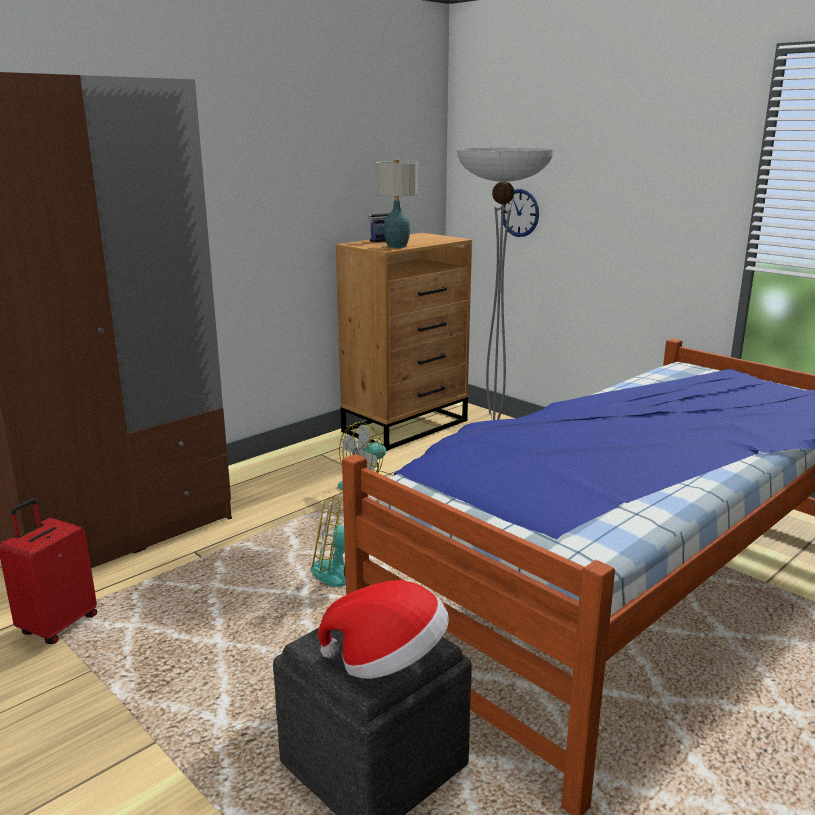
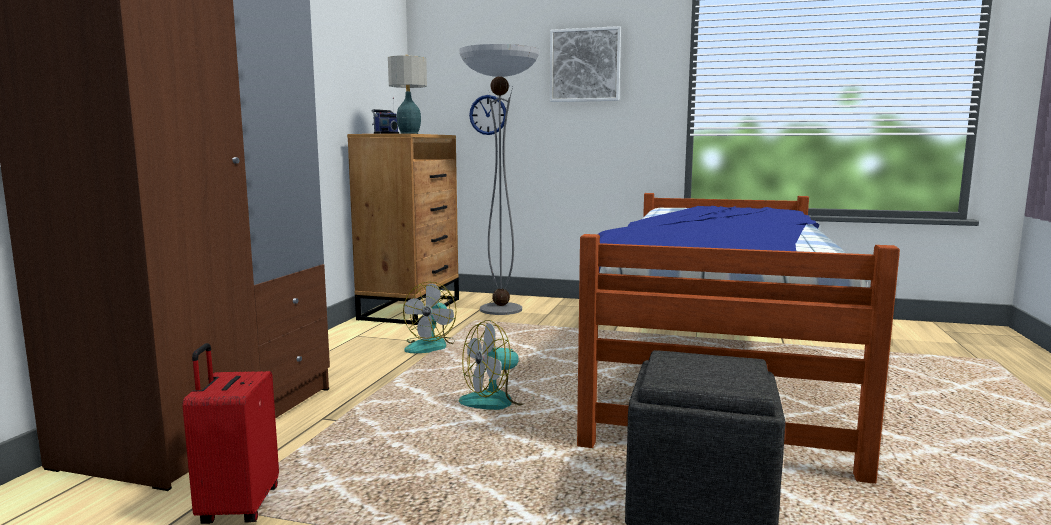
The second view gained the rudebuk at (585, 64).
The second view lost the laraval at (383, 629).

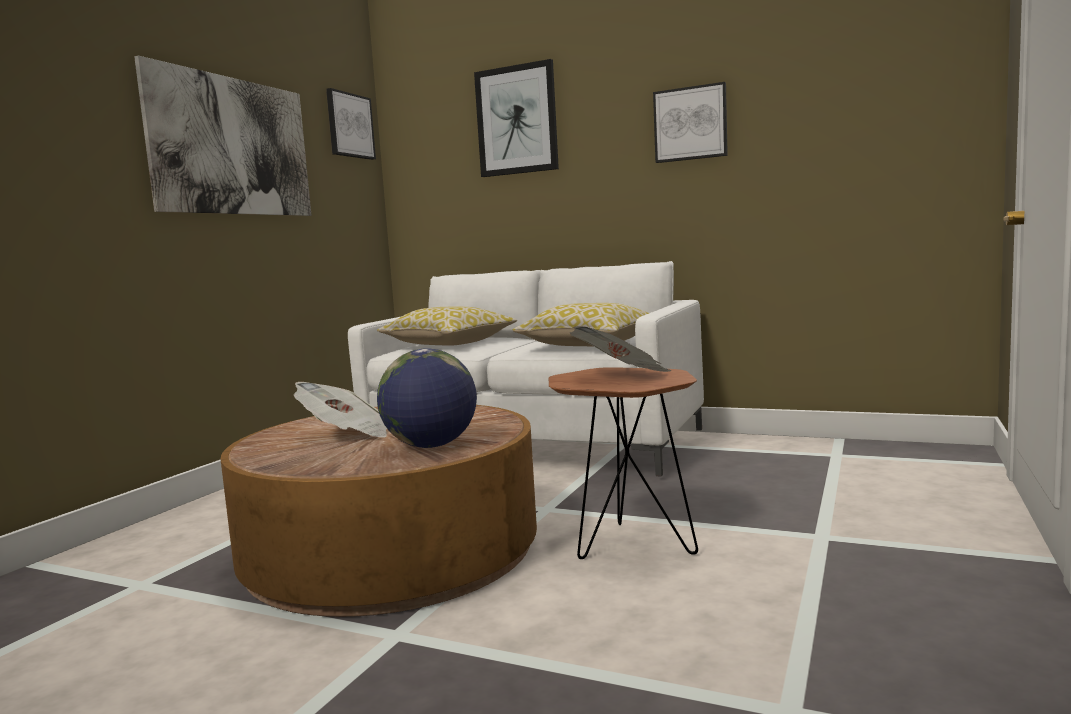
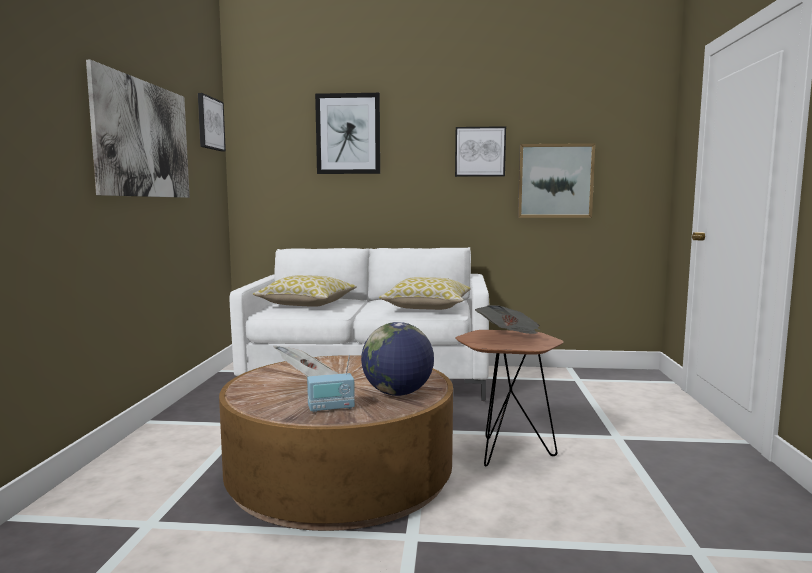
The second view gained the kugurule at (331, 383).
The second view gained the rudebuk at (556, 180).

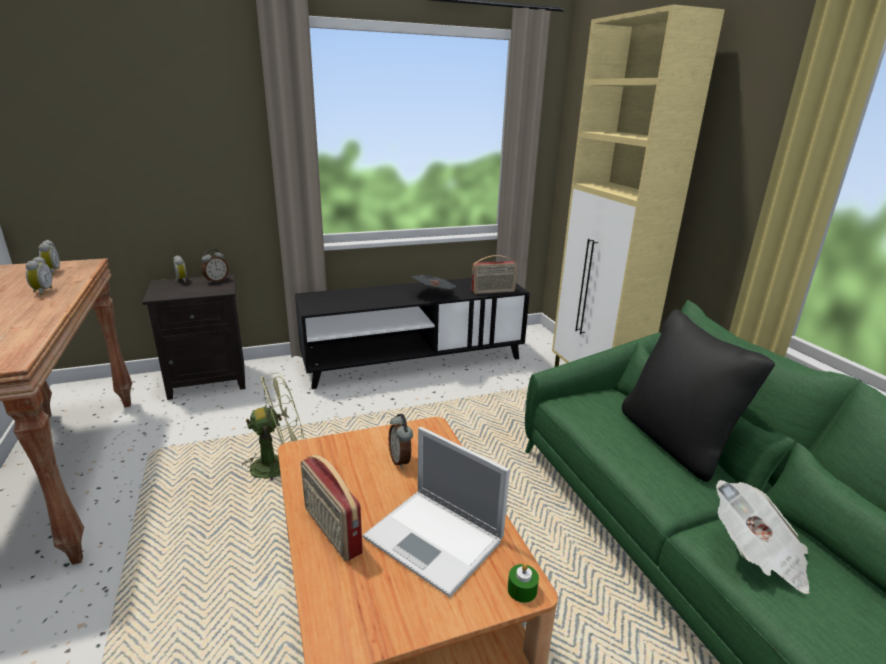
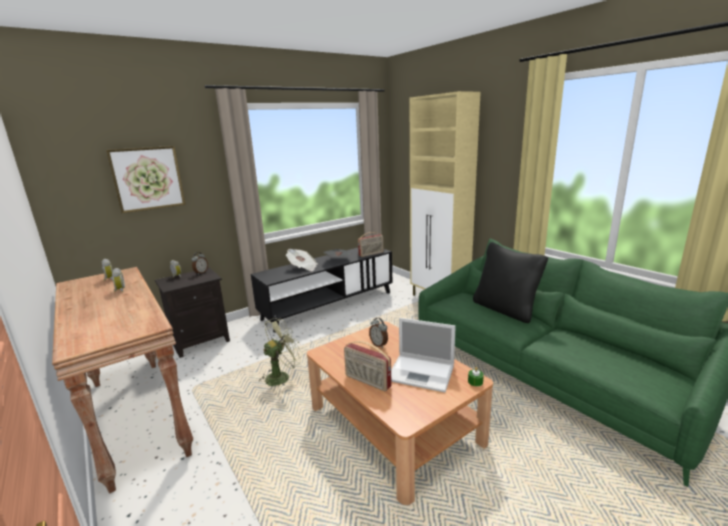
The second view gained the rudebuk at (146, 179).
The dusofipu ended up elsewhere, having gone from (763, 537) to (302, 260).

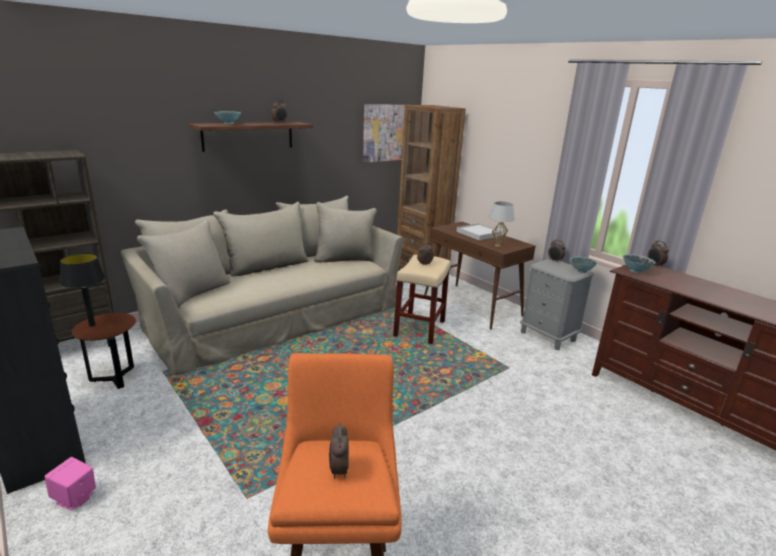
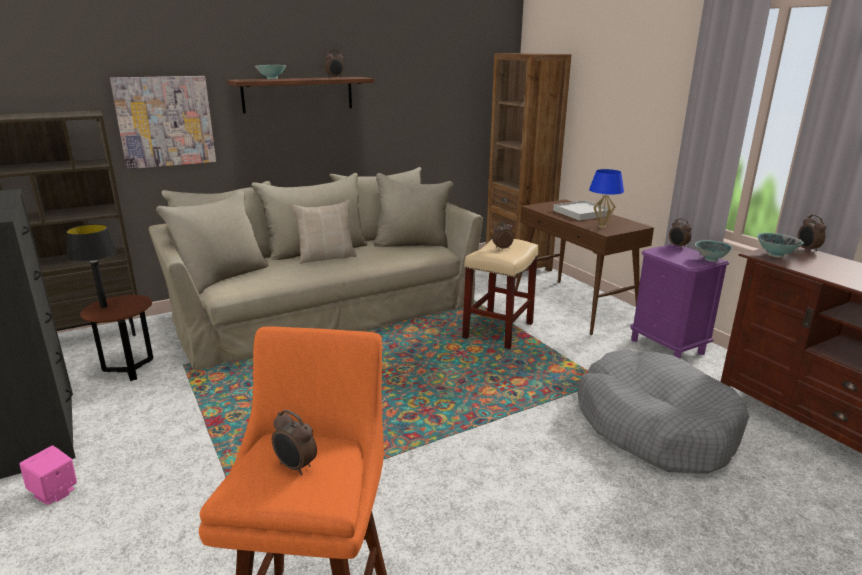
The rudebuk ended up elsewhere, having gone from (384, 133) to (163, 122).
The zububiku at (339, 451) ended up facing another way, 60 degrees counterclockwise from before.
The second view gained the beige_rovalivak at (324, 232).
The second view gained the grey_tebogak at (663, 411).
What was the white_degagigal at (502, 224) turned into the blue_degagigal at (606, 198).
What was the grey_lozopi at (557, 304) turned into the purple_lozopi at (679, 301).

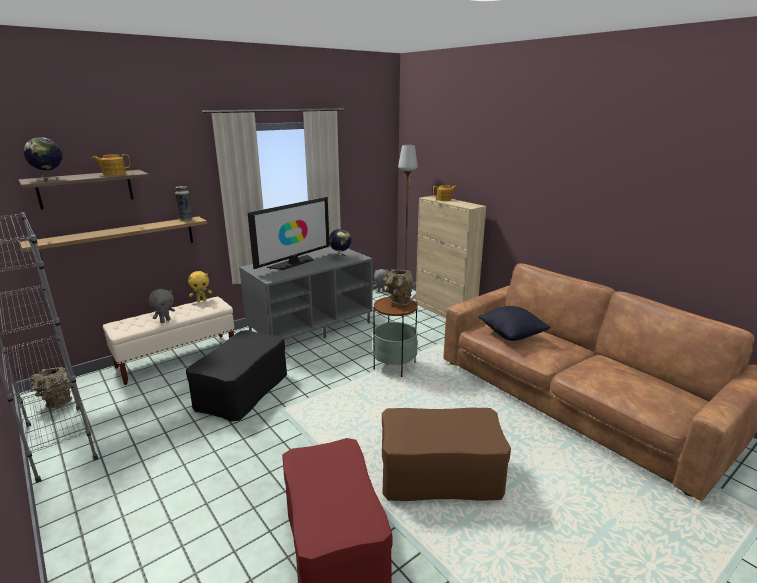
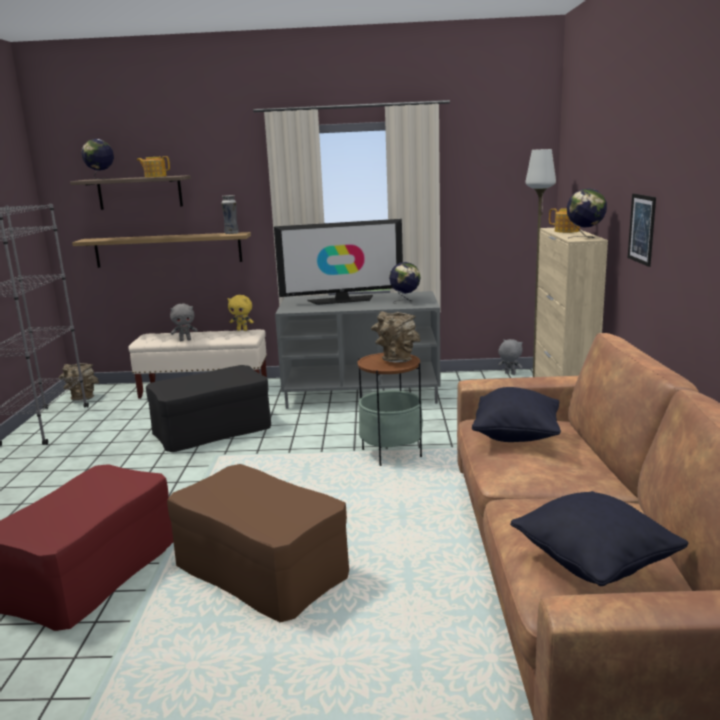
The second view gained the black_rovalivak at (599, 538).
The second view gained the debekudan at (587, 213).
The second view gained the rudebuk at (642, 230).

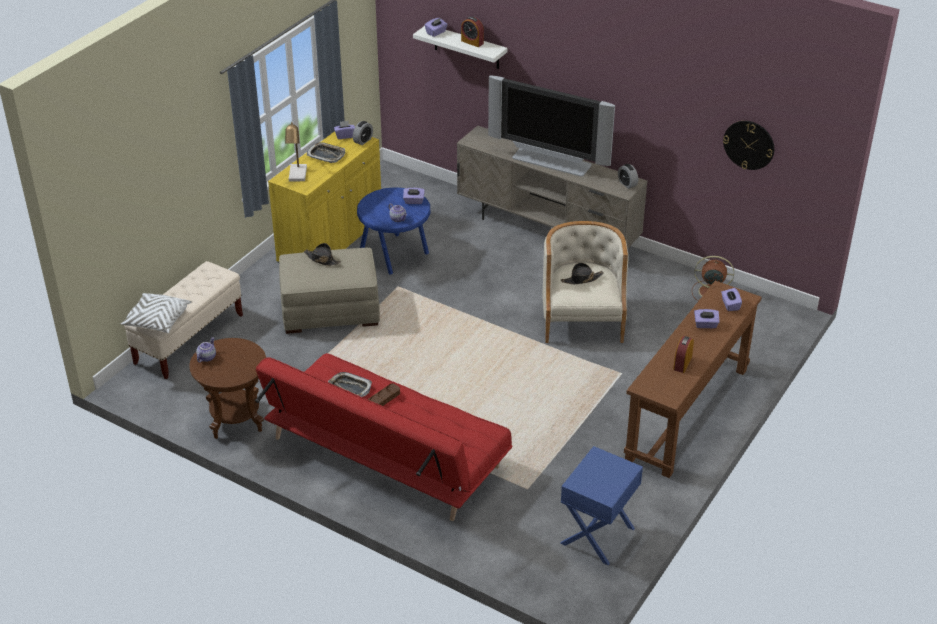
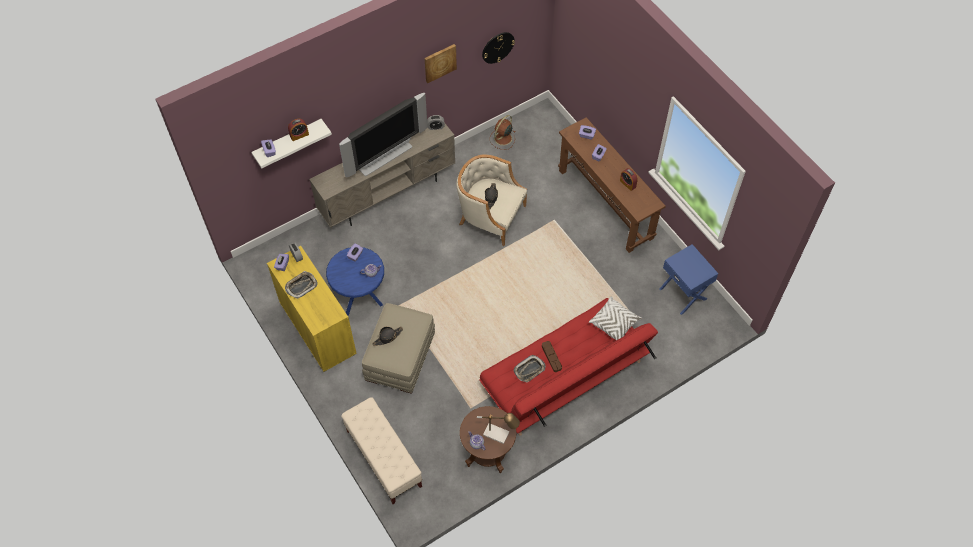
The second view gained the rudebuk at (440, 63).
The degagigal ended up elsewhere, having gone from (296, 151) to (498, 428).
The white_rovalivak ended up elsewhere, having gone from (156, 313) to (615, 318).

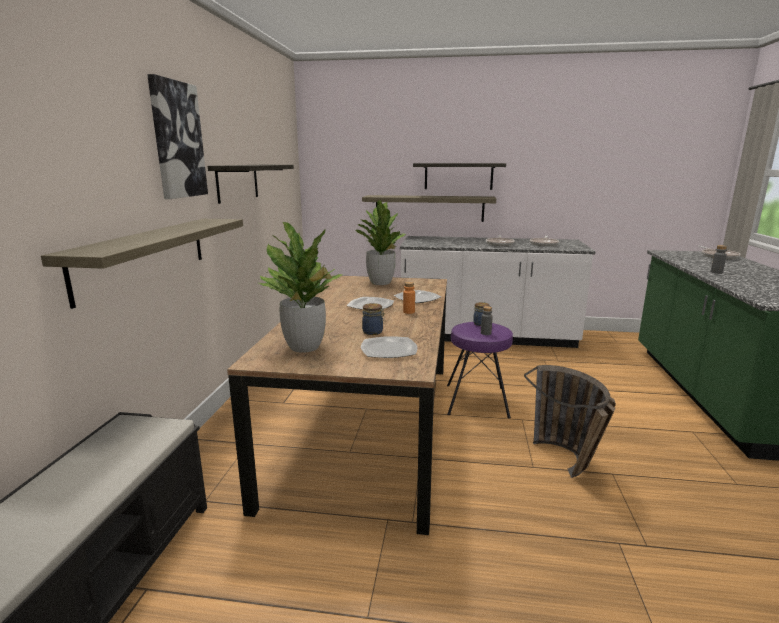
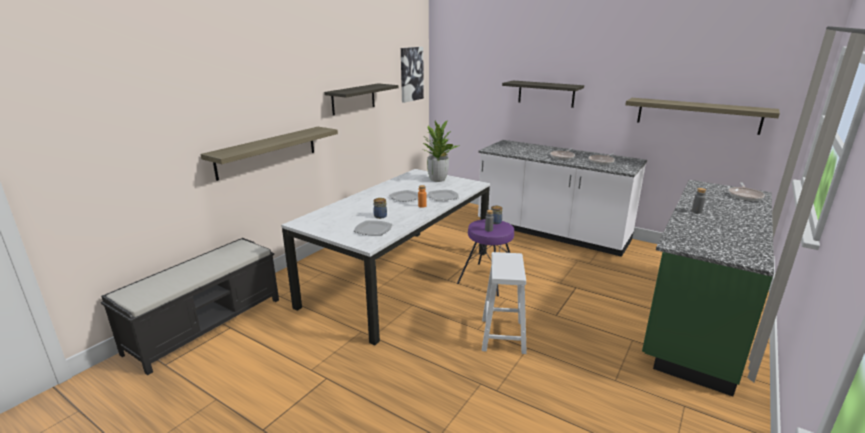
What was the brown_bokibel at (337, 405) turned into the white_bokibel at (385, 257).
The rudebuk ended up elsewhere, having gone from (177, 136) to (412, 75).
Where the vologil stood at (570, 421), the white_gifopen came to stand at (504, 303).
The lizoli ended up elsewhere, having gone from (429, 208) to (702, 116).
The second view lost the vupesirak at (301, 287).

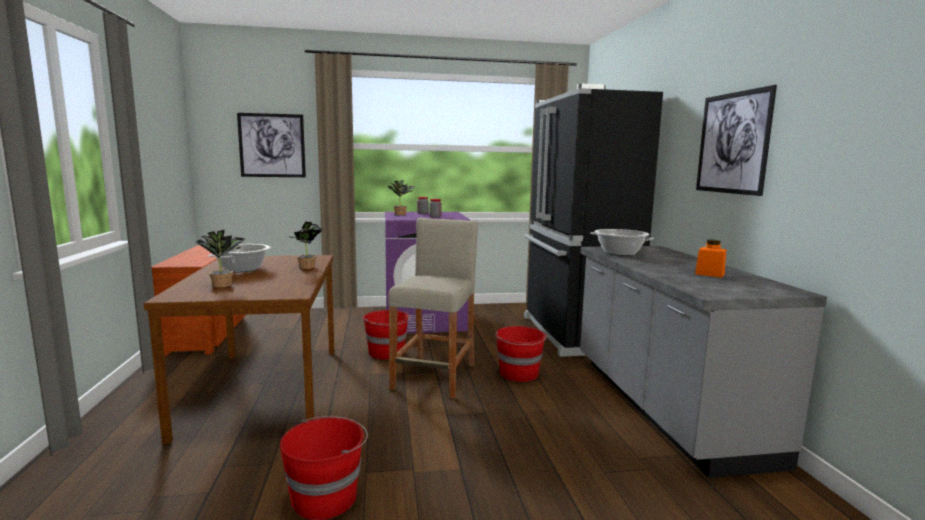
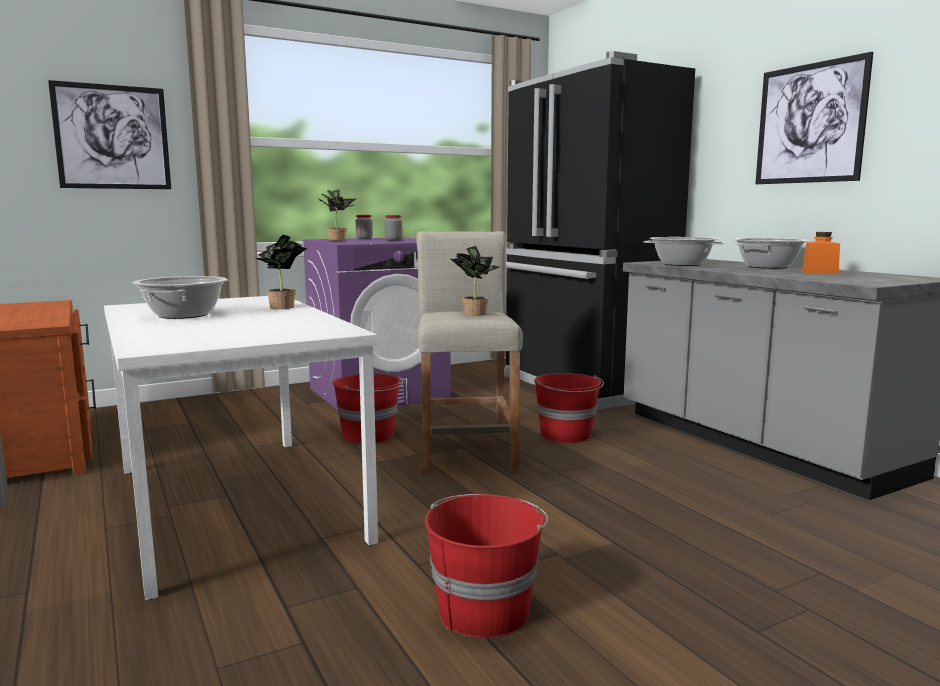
What was the brown_bokibel at (239, 349) turned into the white_bokibel at (241, 448).
The vupesirak ended up elsewhere, having gone from (220, 259) to (475, 281).
The second view gained the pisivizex at (770, 253).

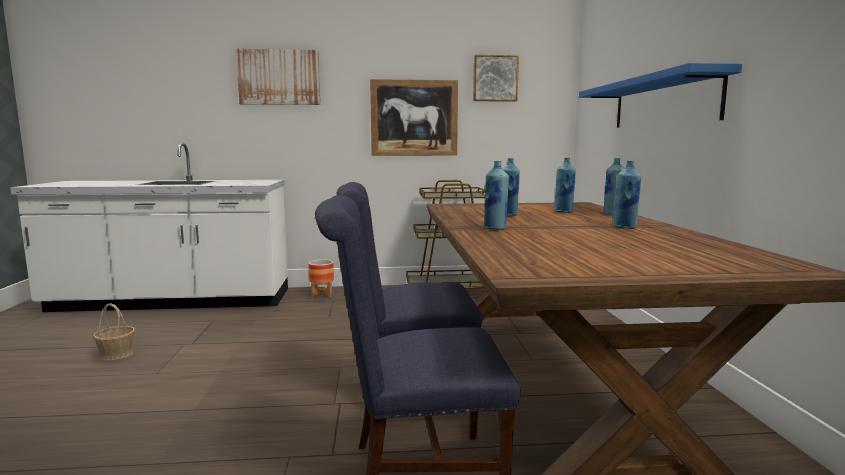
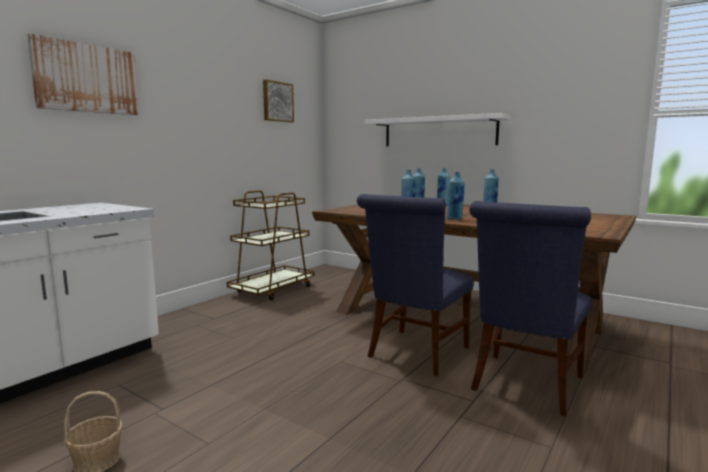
What was the blue_lizoli at (660, 95) turned into the white_lizoli at (438, 130).
The second view lost the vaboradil at (321, 278).
The second view lost the rudebuk at (414, 117).

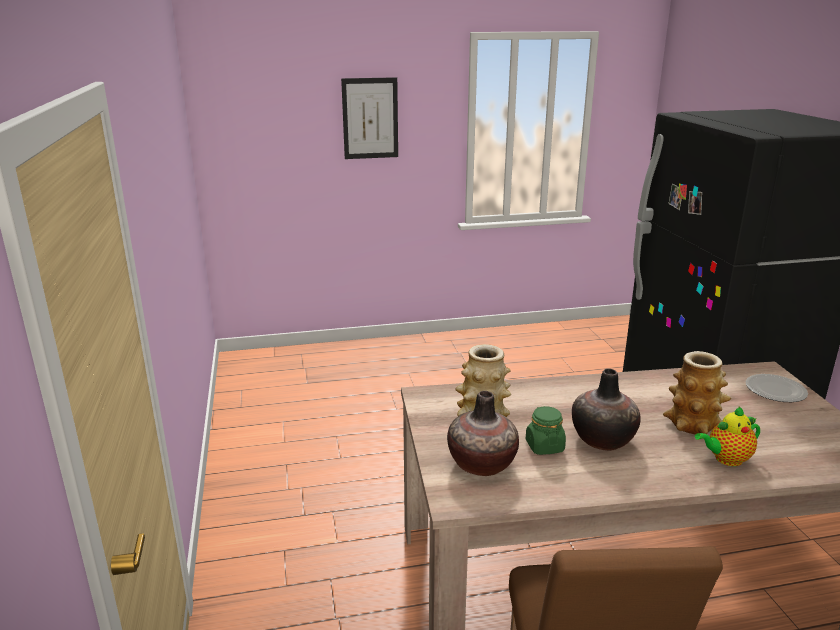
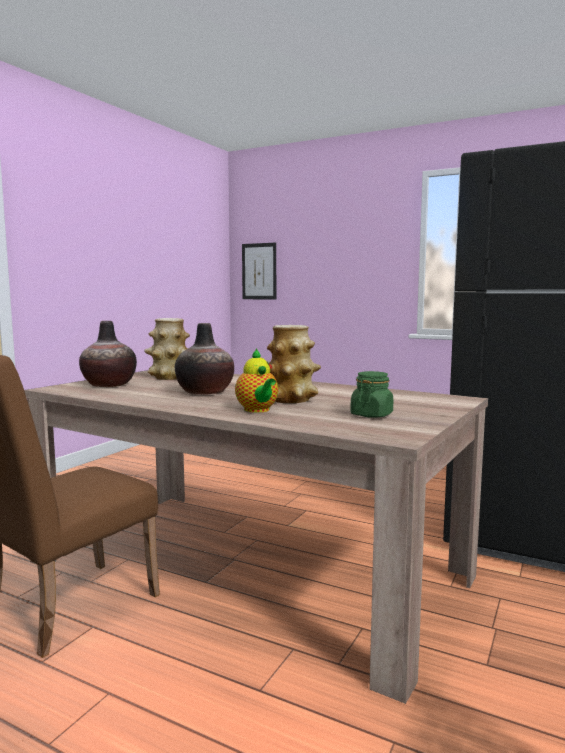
The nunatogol at (727, 436) ended up facing another way, 135 degrees counterclockwise from before.
The rudebuk ended up elsewhere, having gone from (369, 118) to (259, 271).
The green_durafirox ended up elsewhere, having gone from (546, 430) to (371, 394).
The second view lost the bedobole at (776, 388).

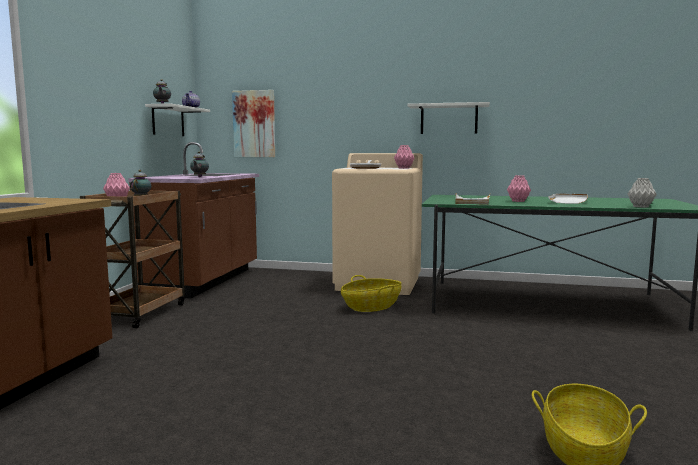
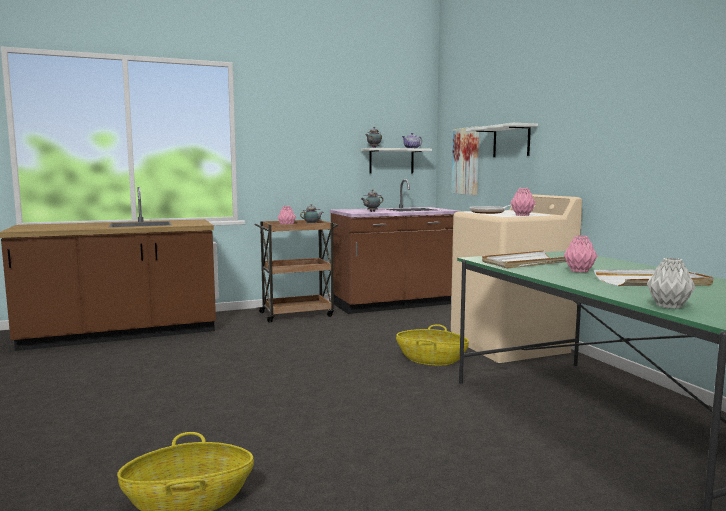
The white_lizoli ended up elsewhere, having gone from (448, 118) to (502, 140).

